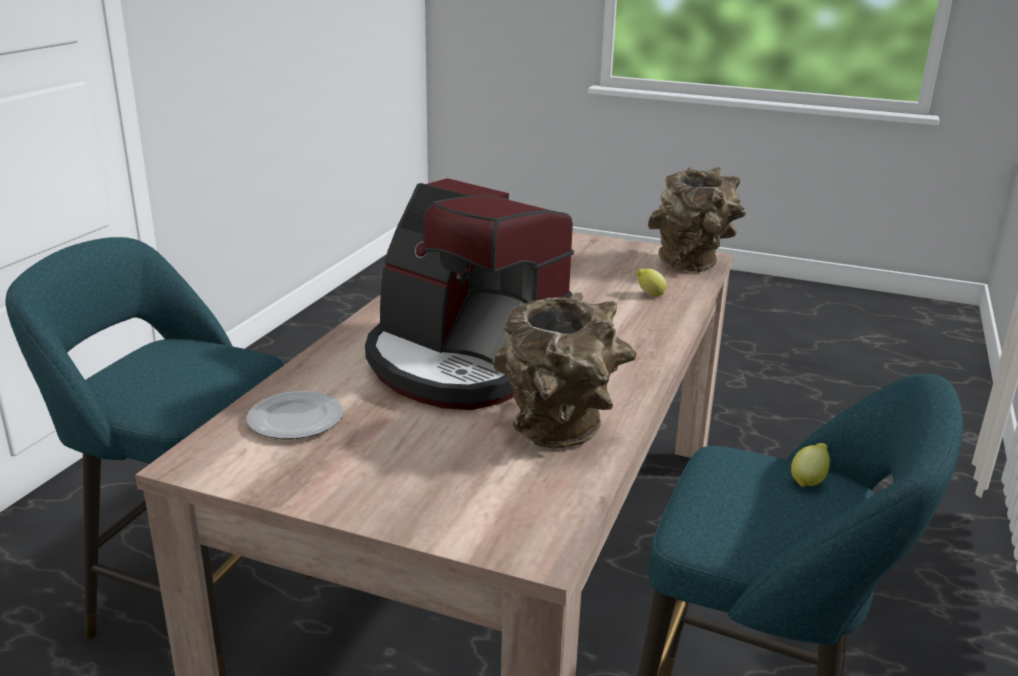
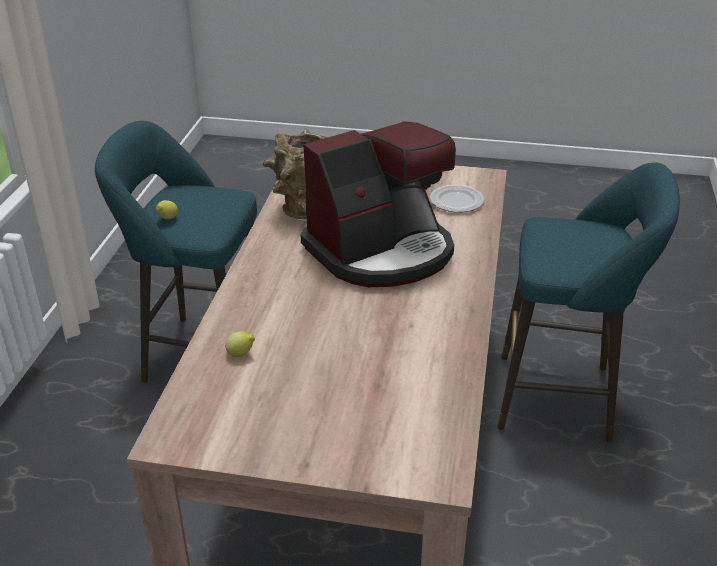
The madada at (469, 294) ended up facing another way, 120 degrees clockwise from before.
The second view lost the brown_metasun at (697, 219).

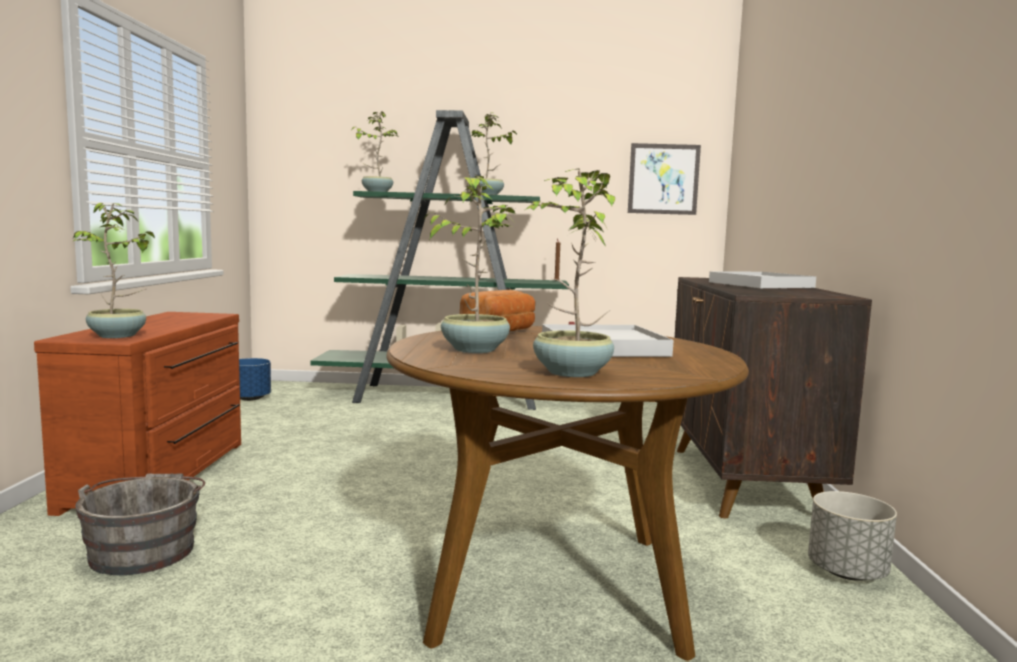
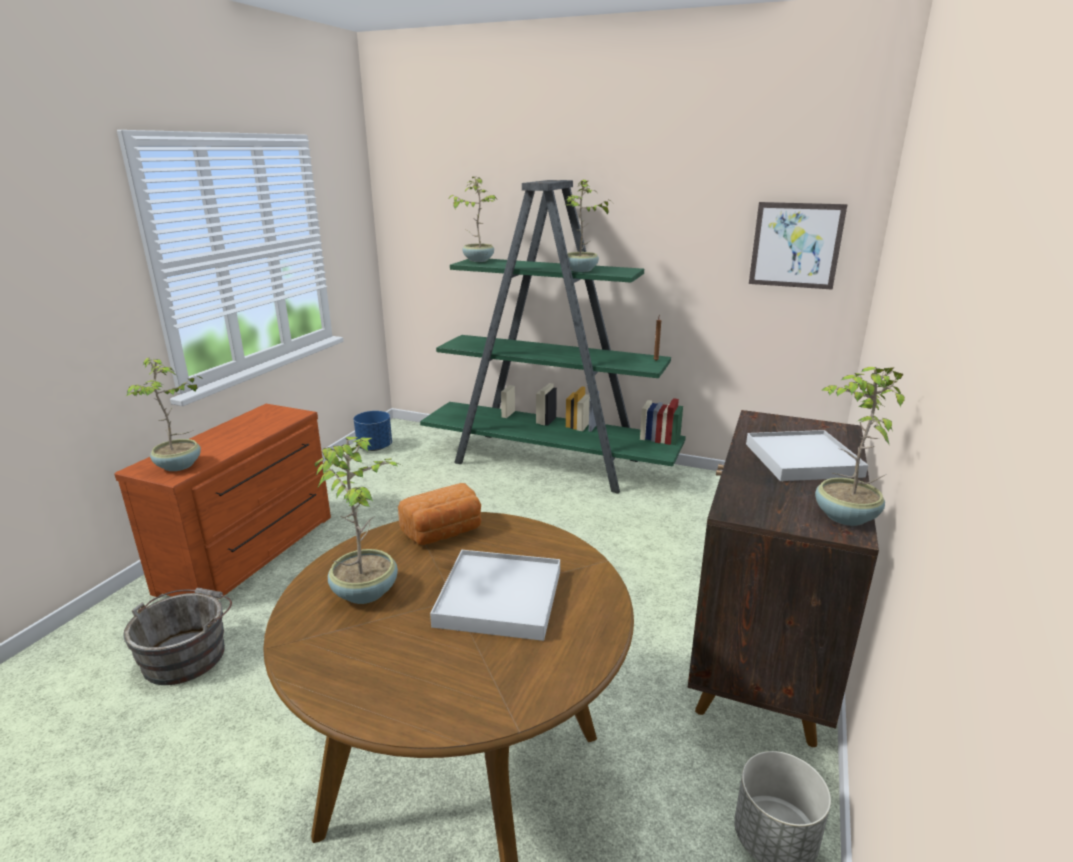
The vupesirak ended up elsewhere, having gone from (570, 273) to (860, 446).

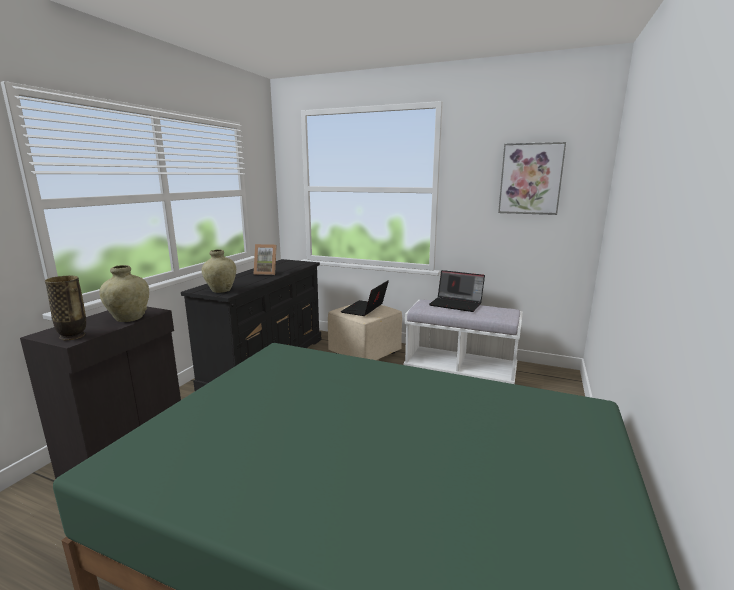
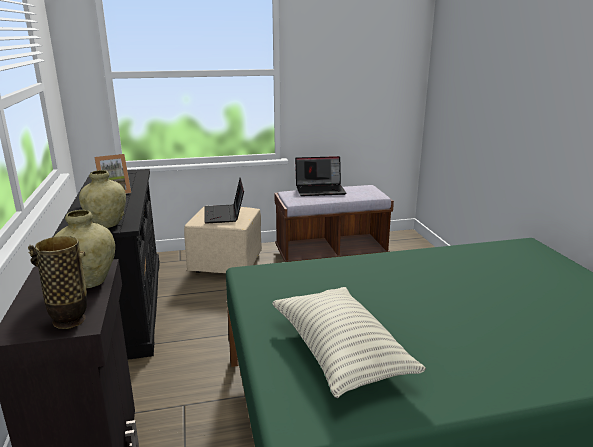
The second view gained the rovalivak at (349, 342).
What was the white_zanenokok at (463, 341) turned into the brown_zanenokok at (334, 223).
The second view lost the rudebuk at (532, 178).

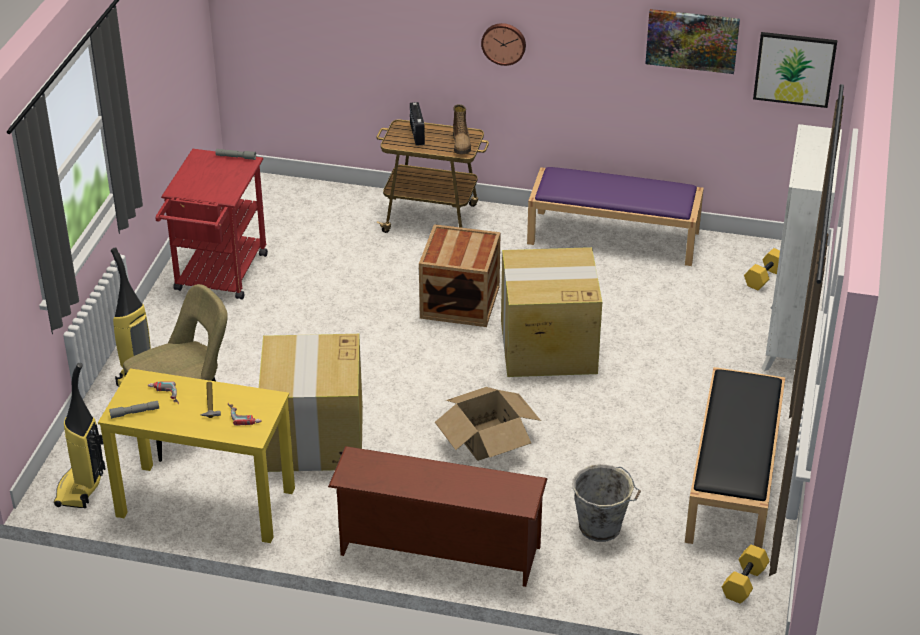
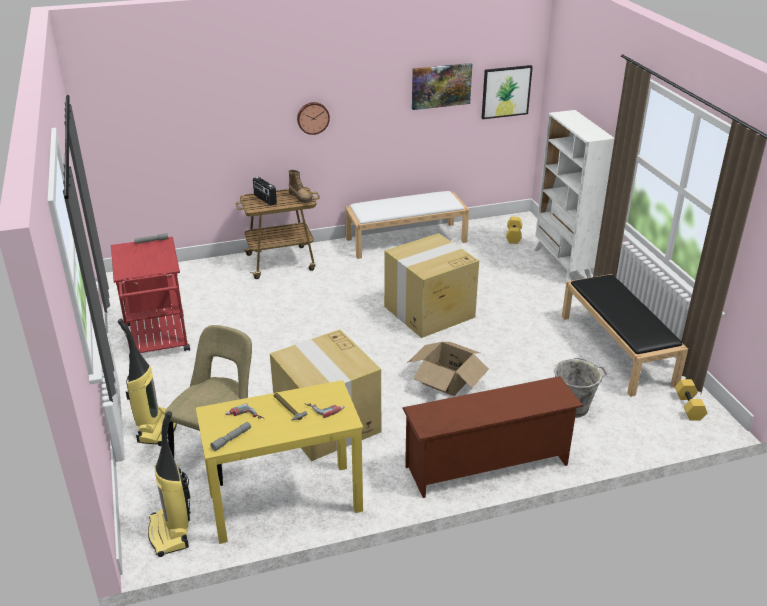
What was the purple_zanenokok at (615, 216) turned into the white_zanenokok at (407, 225).
The second view lost the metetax at (460, 275).

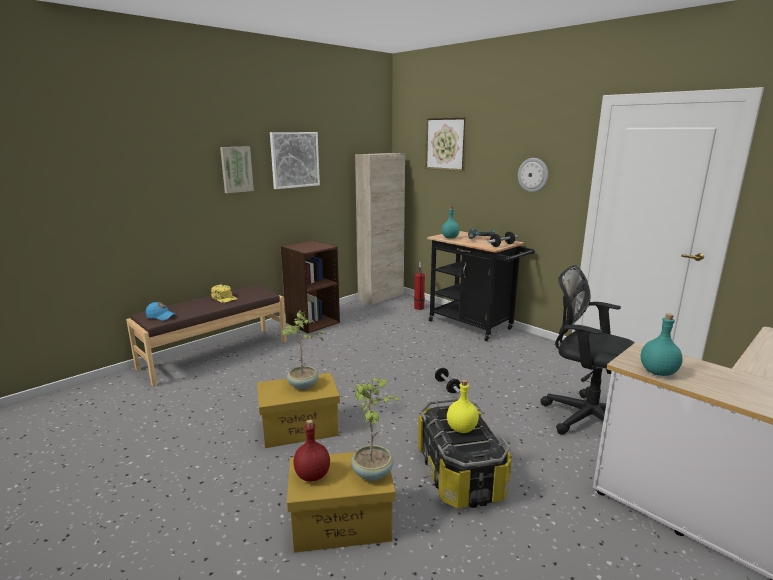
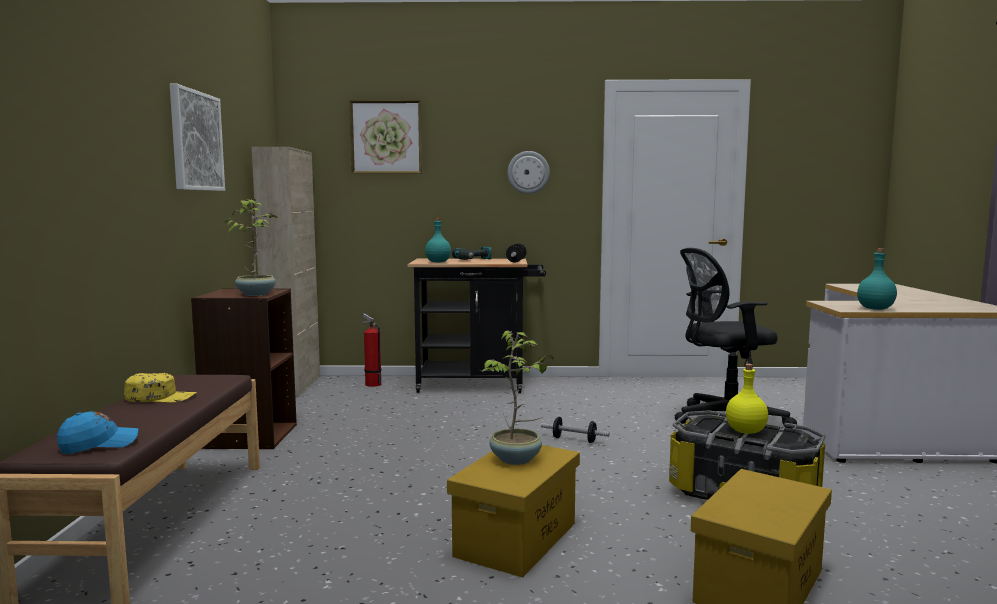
The vupesirak ended up elsewhere, having gone from (375, 429) to (251, 247).
The second view lost the rudebuk at (237, 169).
The second view lost the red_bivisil at (311, 451).

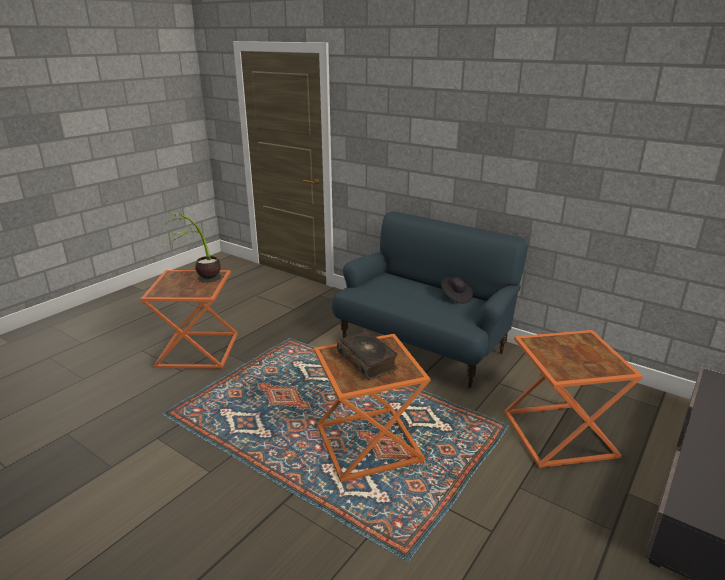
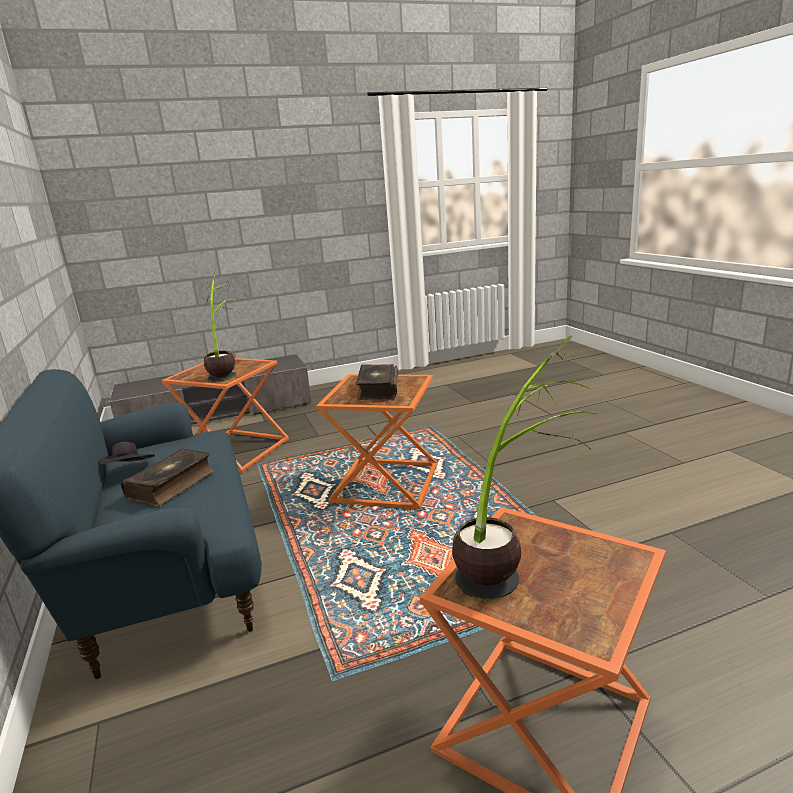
The second view gained the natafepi at (167, 477).
The second view gained the vupesirak at (221, 325).

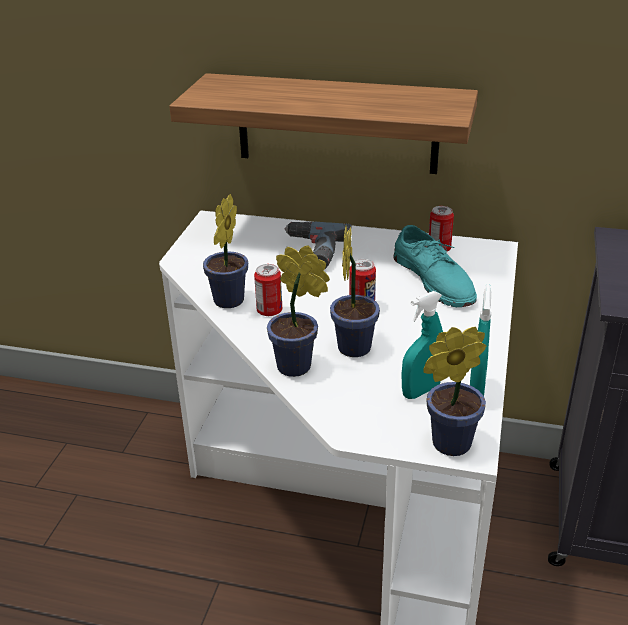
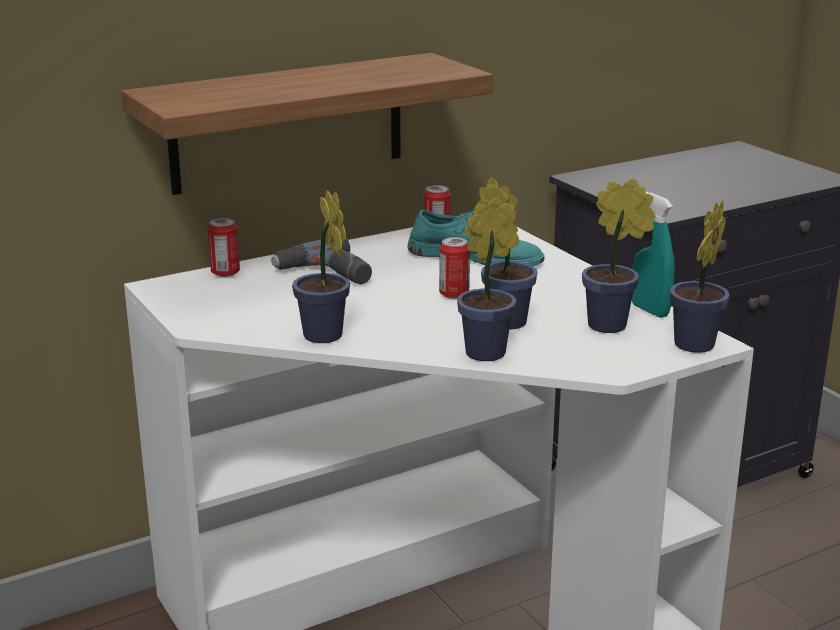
The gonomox ended up elsewhere, having gone from (268, 290) to (224, 247).
Where the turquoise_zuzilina stood at (422, 345), the vupesirak came to stand at (619, 255).

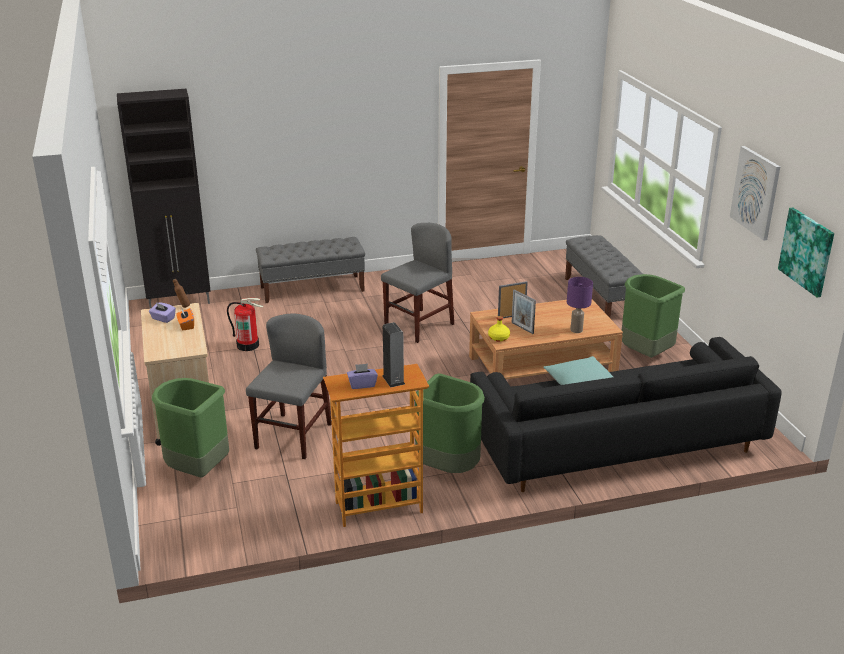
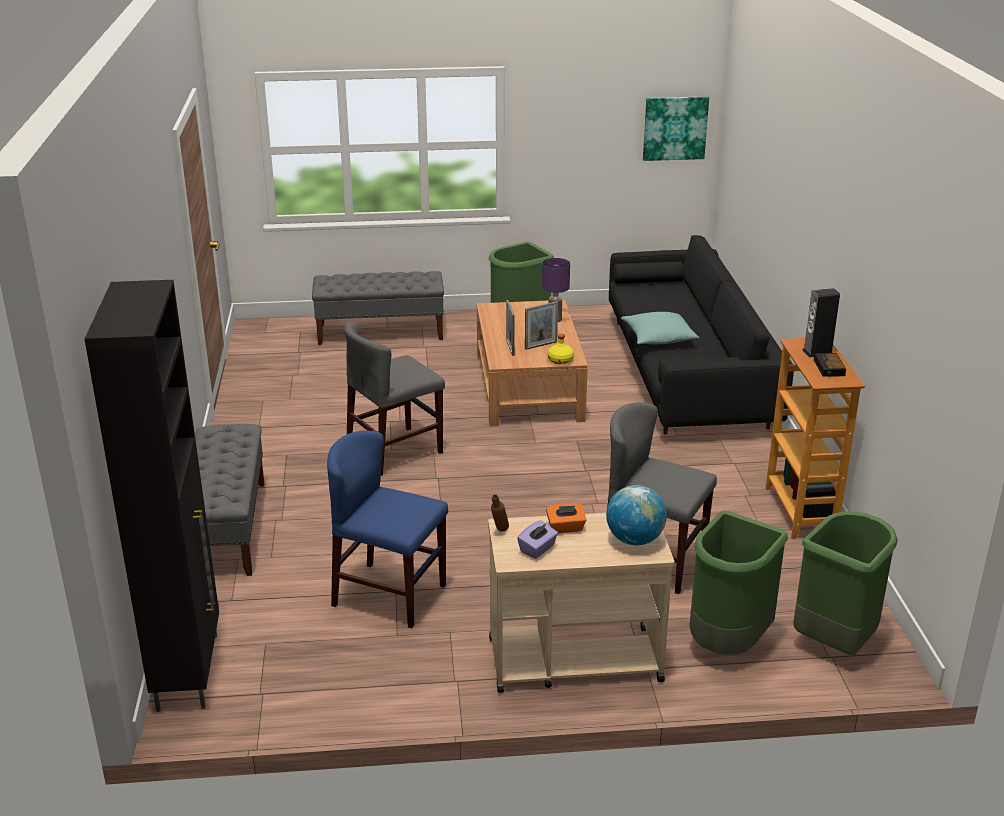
Where the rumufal stood at (245, 324), the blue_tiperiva came to stand at (387, 529).
The grey_tiperiva at (417, 283) ended up facing another way, 90 degrees counterclockwise from before.
The second view gained the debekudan at (636, 515).
The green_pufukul ended up elsewhere, having gone from (449, 423) to (845, 583).
Where the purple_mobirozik stood at (362, 376), the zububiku came to stand at (830, 365).
The second view lost the rudebuk at (755, 193).

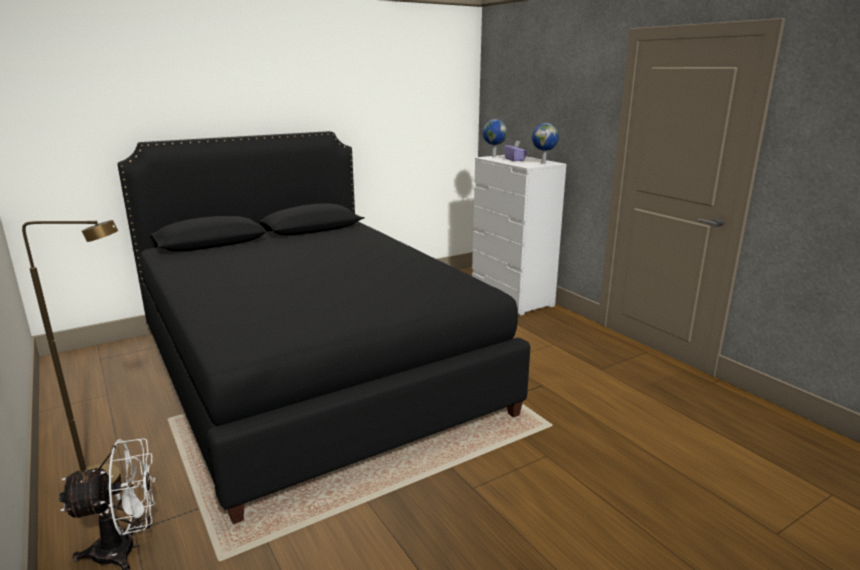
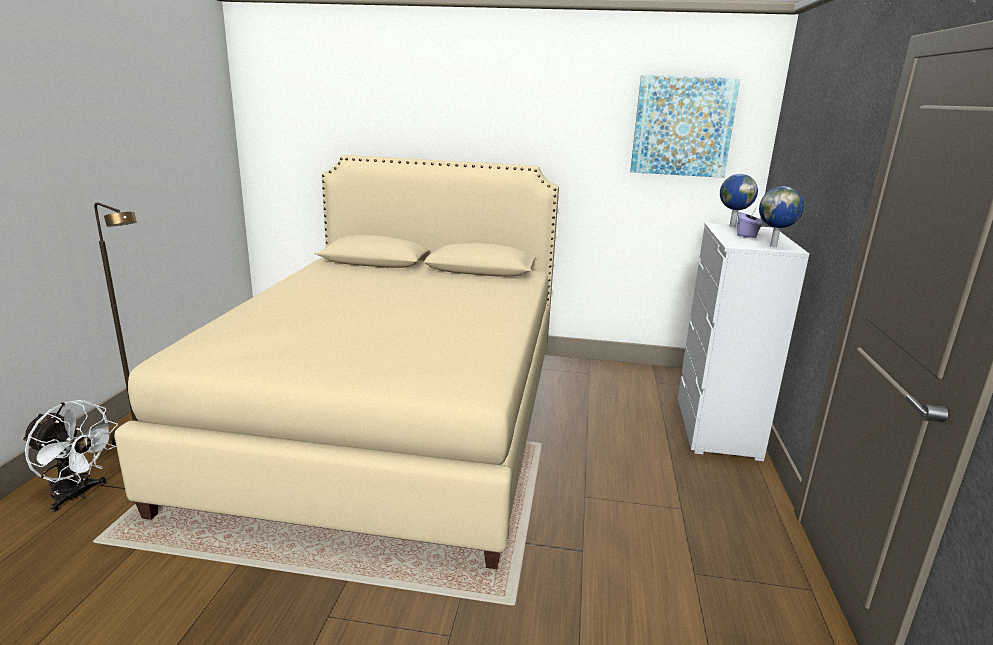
What was the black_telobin at (323, 327) turned into the beige_telobin at (336, 362).
The second view gained the rudebuk at (685, 126).

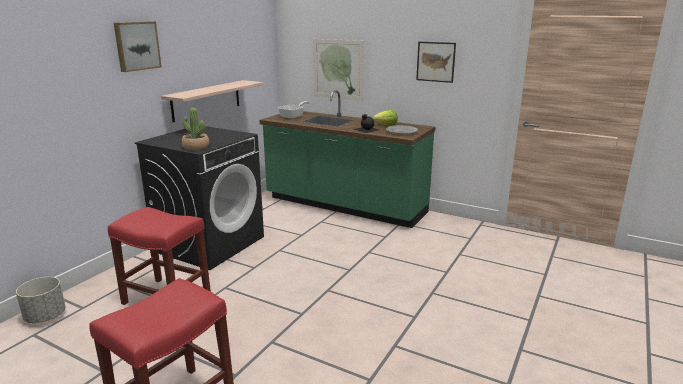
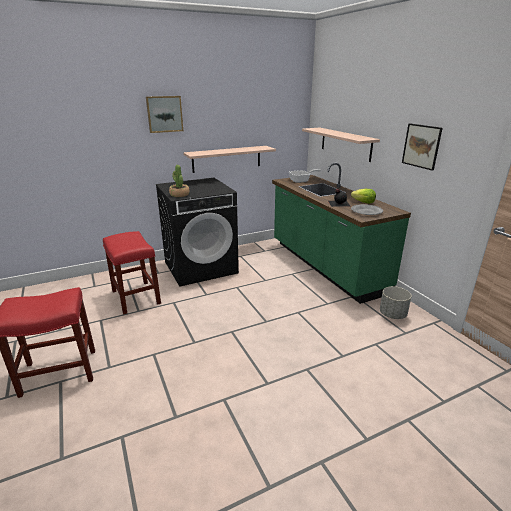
Where the rudebuk hung at (338, 70), the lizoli came to hang at (341, 145).
The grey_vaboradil ended up elsewhere, having gone from (41, 300) to (396, 302).

